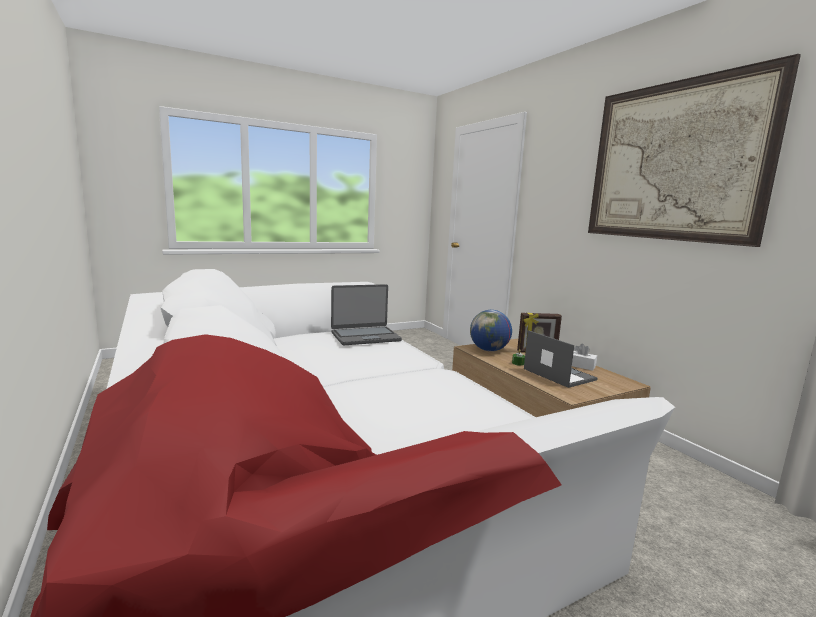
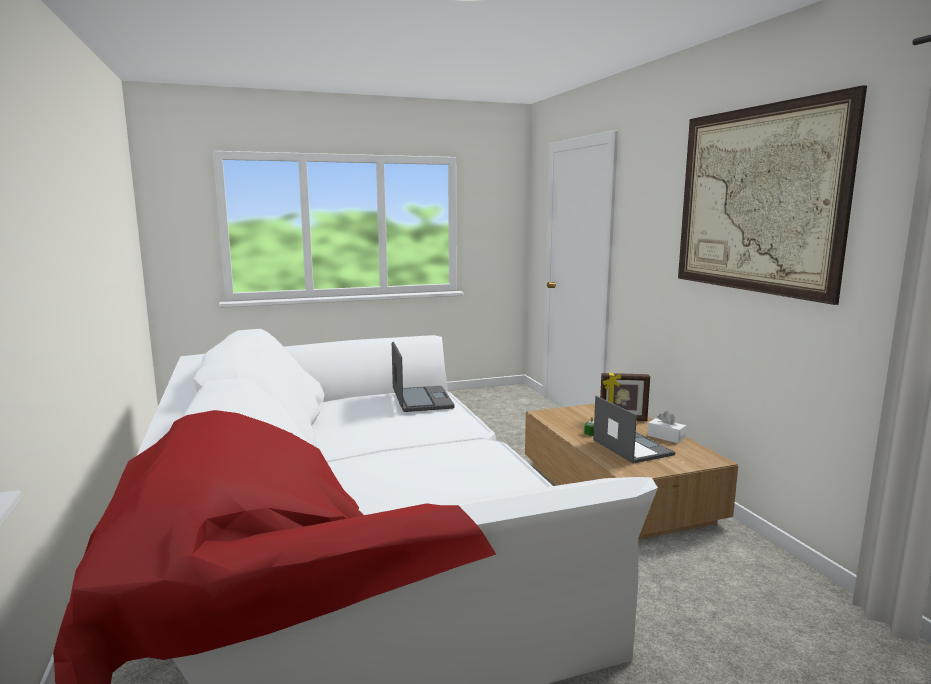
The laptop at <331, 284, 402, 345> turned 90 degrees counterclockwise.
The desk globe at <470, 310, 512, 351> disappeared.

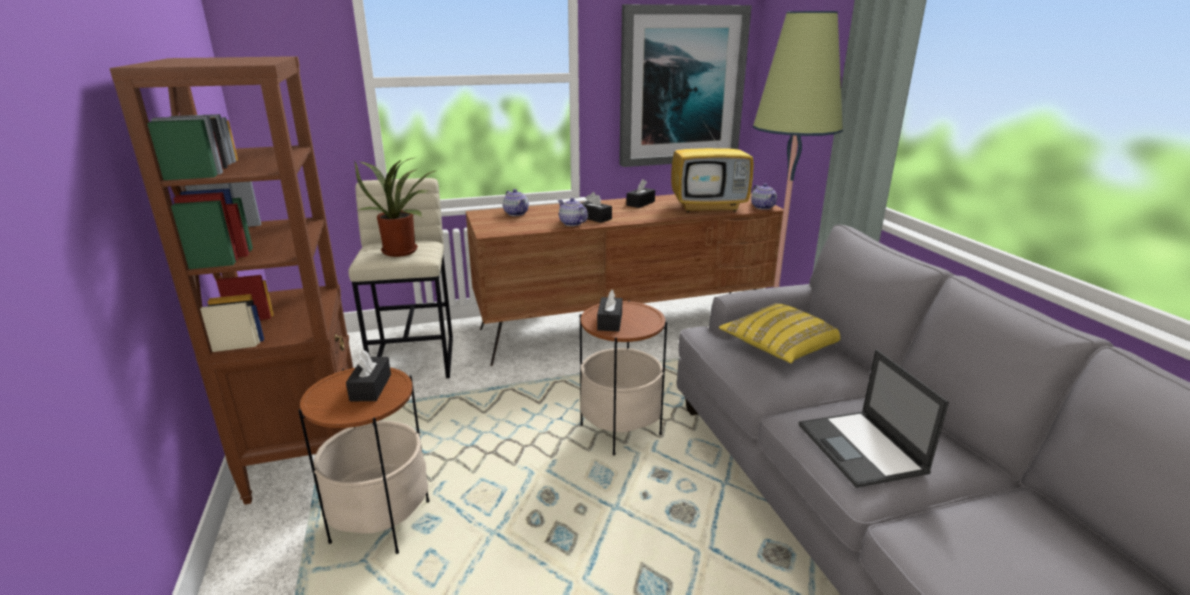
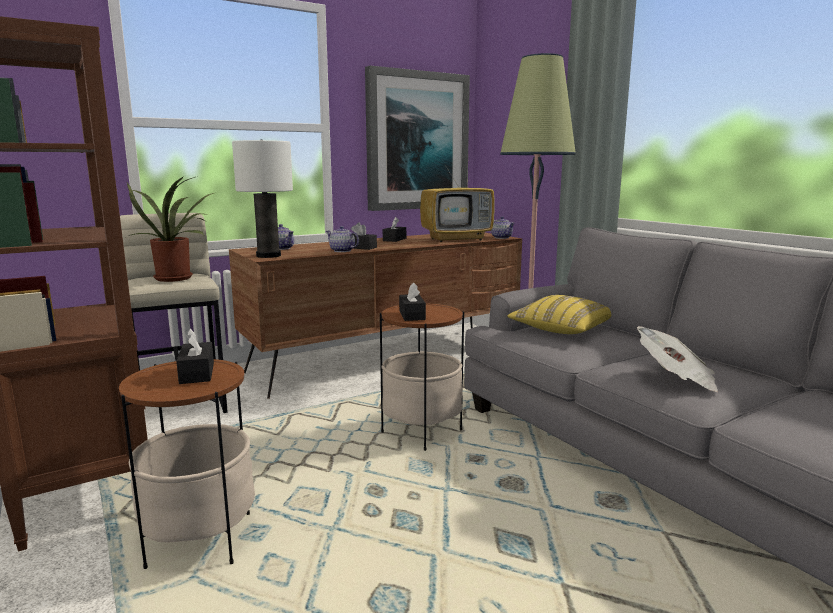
The laptop at <799, 349, 949, 488> was replaced by the daily paper at <637, 326, 718, 392>.
The white table lamp at <232, 140, 293, 258> appeared.

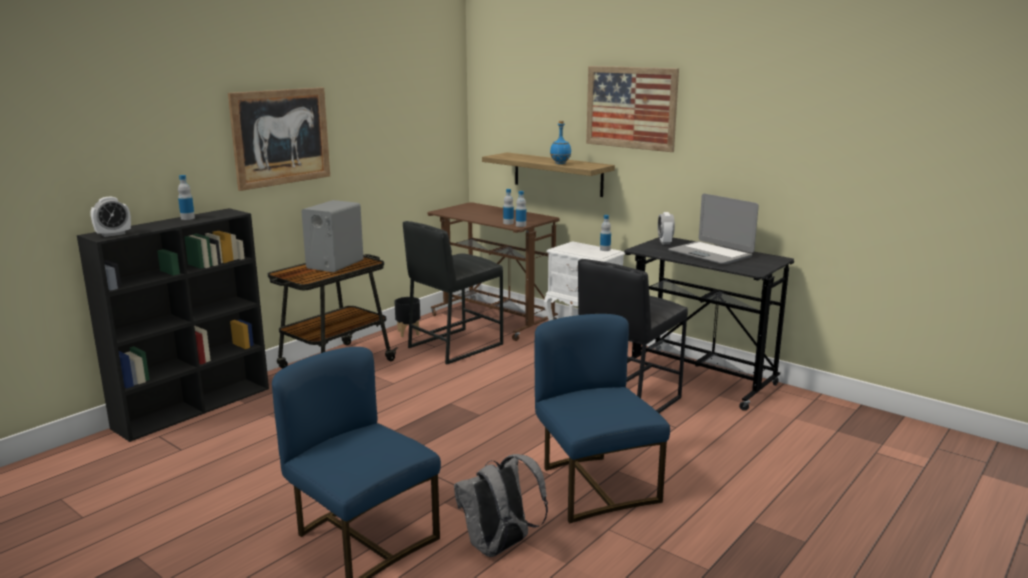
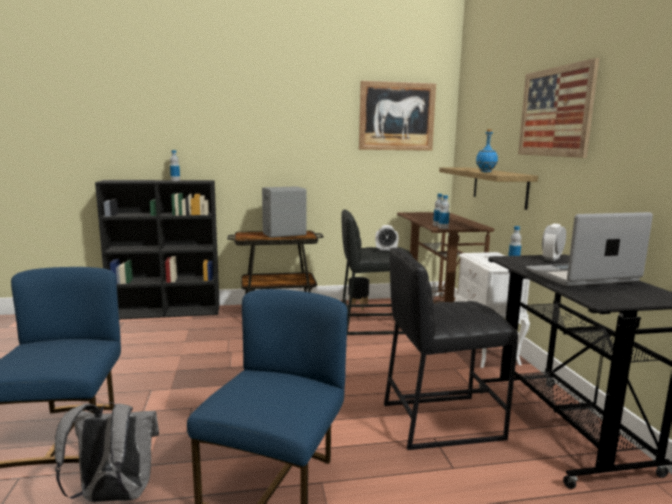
The bedside clock moved from <91, 196, 131, 237> to <375, 225, 399, 251>.
The wall art moved from <228, 87, 330, 191> to <359, 81, 436, 151>.
The laptop at <668, 194, 759, 264> turned 75 degrees clockwise.

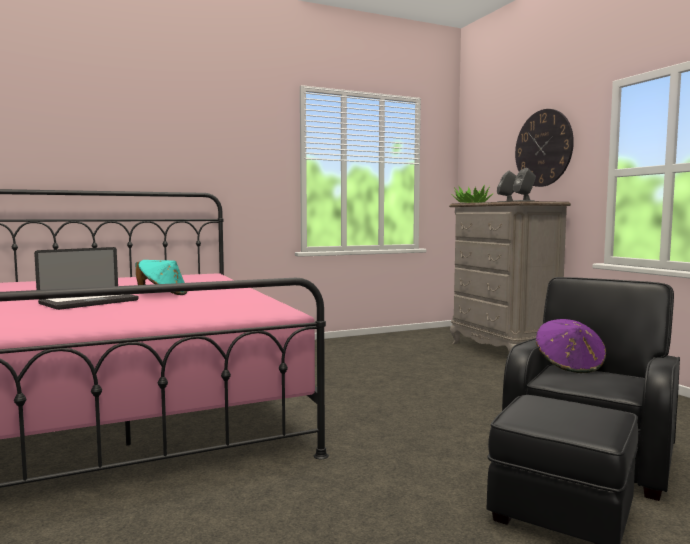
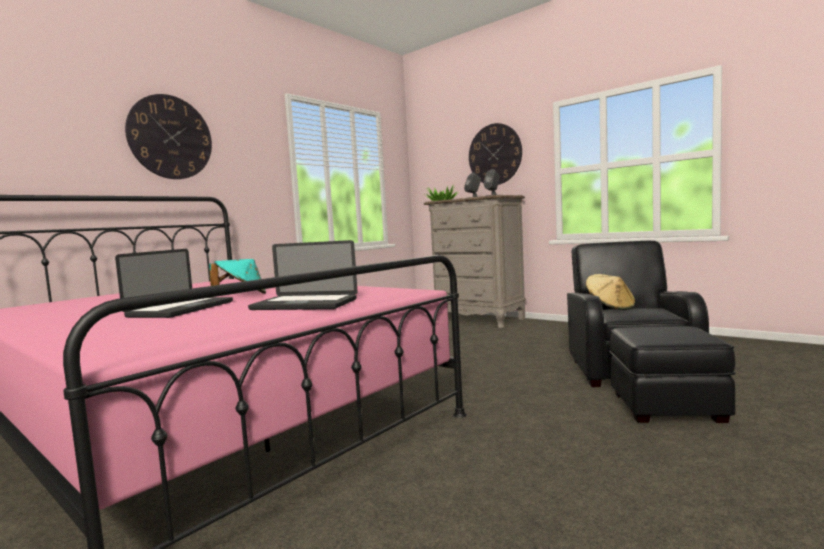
The purplish clothing hat at <536, 319, 606, 373> became the beige-coloured clothing hat at <586, 274, 635, 310>.
The wall clock at <125, 94, 212, 179> appeared.
The laptop at <248, 240, 358, 310> appeared.

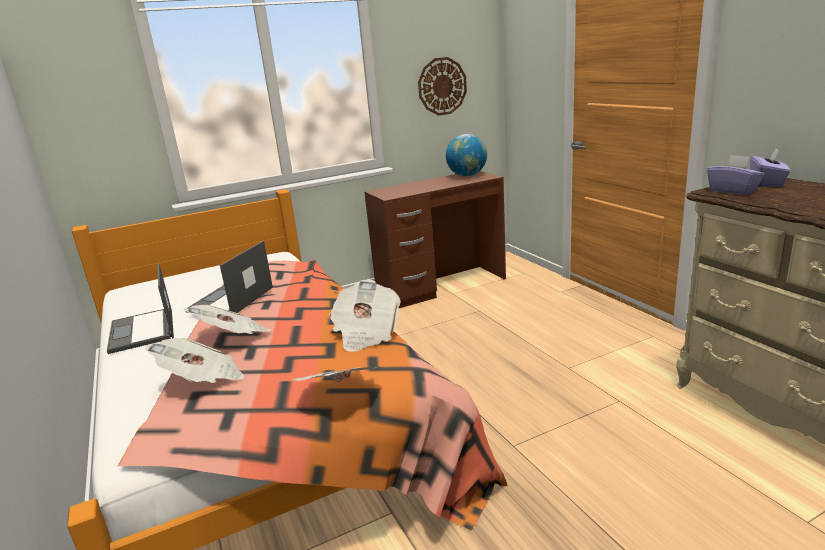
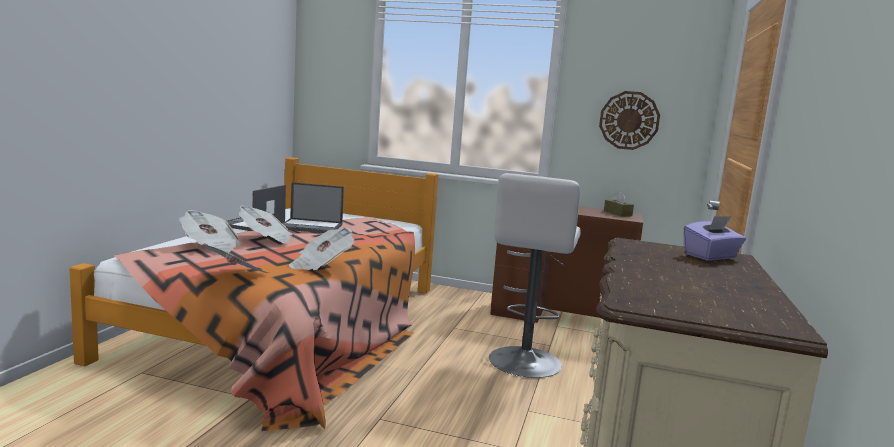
The laptop at <186, 241, 273, 313> turned 150 degrees counterclockwise.
The desk globe at <446, 134, 487, 176> was replaced by the brown box of tissues at <604, 191, 634, 216>.
The purplish box of tissues at <707, 155, 765, 195> disappeared.
The white stool seat at <489, 173, 581, 378> appeared.

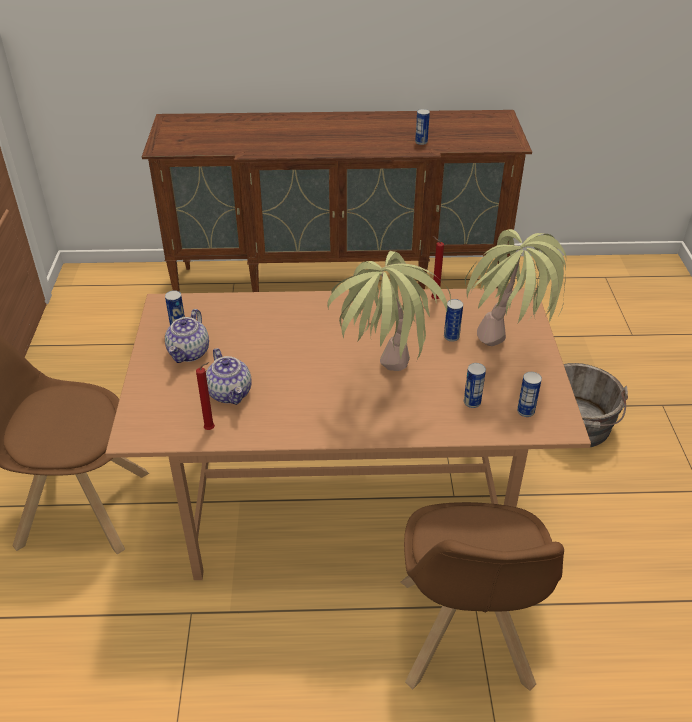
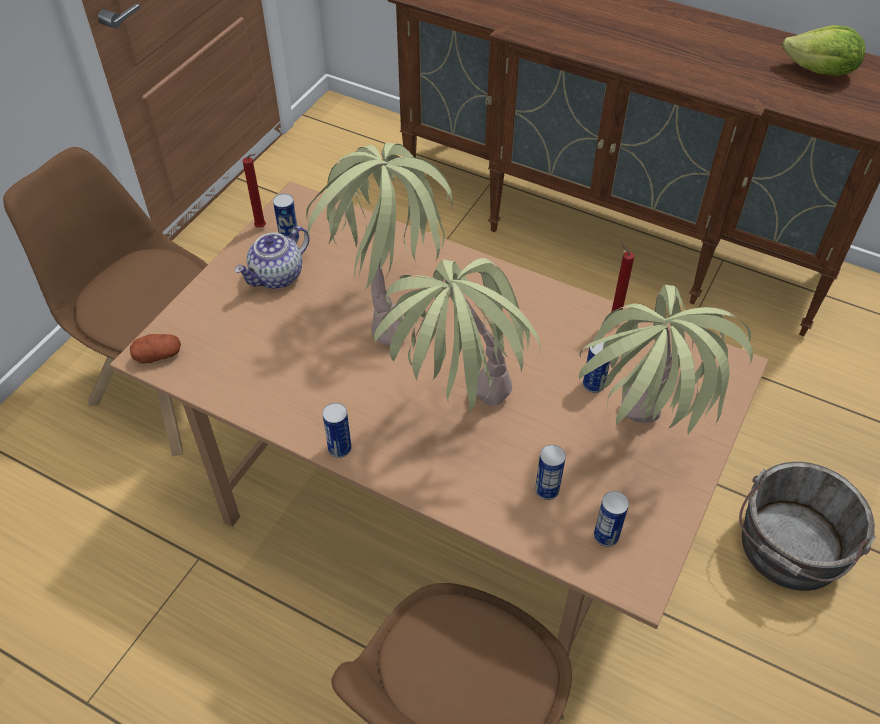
The red wax light moved from <196, 362, 215, 430> to <242, 154, 266, 228>.
The teapot at <206, 348, 252, 405> disappeared.
The sealed can moved from <415, 109, 430, 145> to <322, 403, 352, 458>.
The spud at <130, 334, 181, 364> appeared.
The plant in a pot at <306, 143, 453, 346> appeared.
The lettuce at <783, 25, 866, 76> appeared.

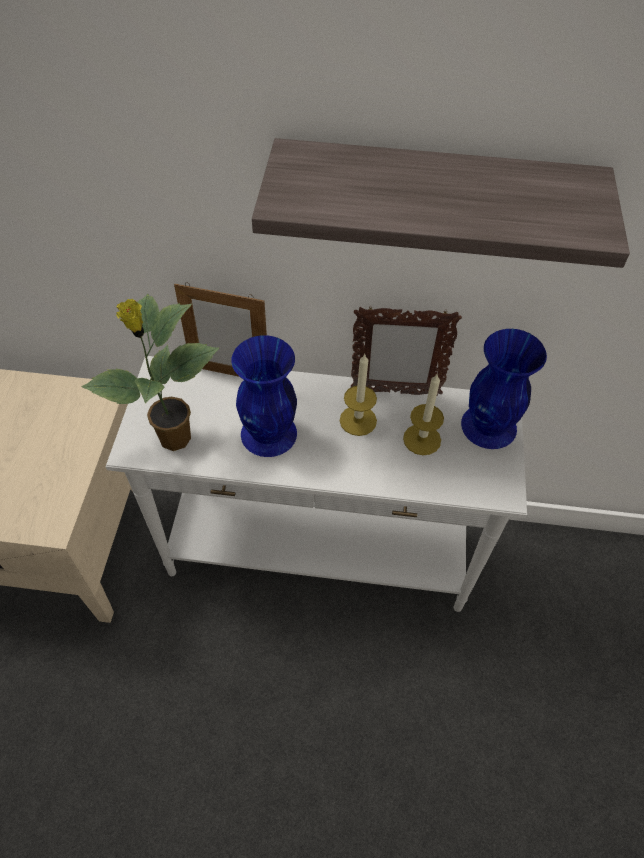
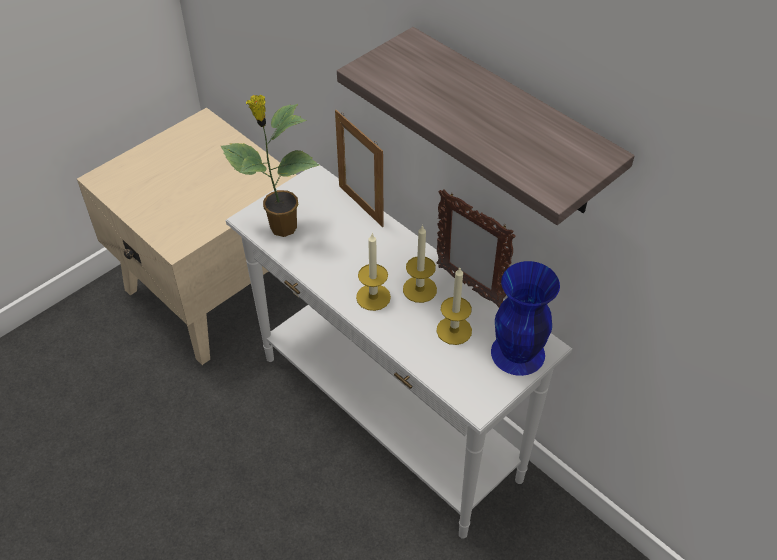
The blue decorative vase at <231, 335, 297, 457> disappeared.
The wax light at <356, 234, 391, 311> appeared.

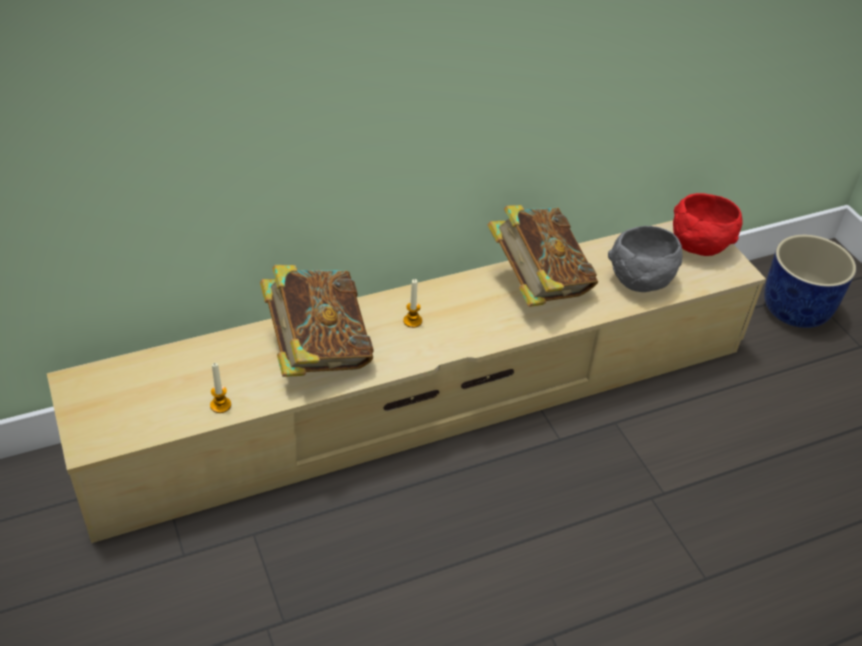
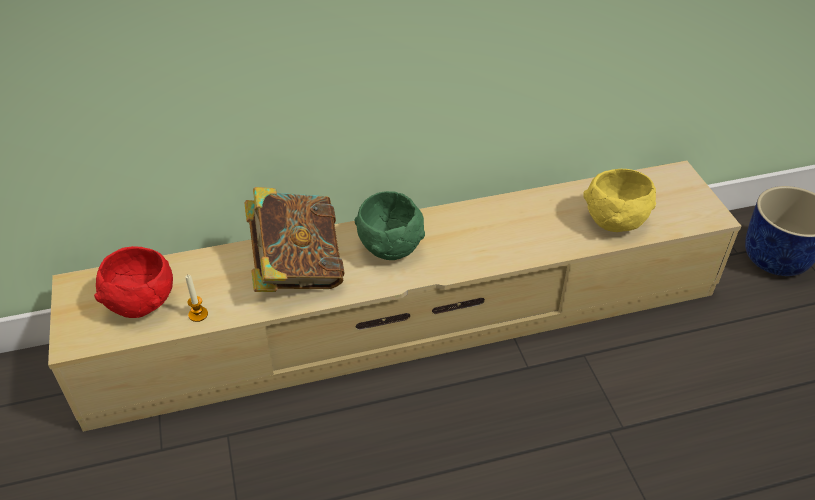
The wax light at <403, 279, 422, 328> was replaced by the green bowl at <354, 191, 425, 260>.
The book at <487, 205, 598, 307> disappeared.
The grey bowl at <608, 226, 683, 292> became the yellow-coloured bowl at <583, 169, 656, 232>.
The red bowl moved from <673, 193, 743, 256> to <94, 246, 173, 318>.

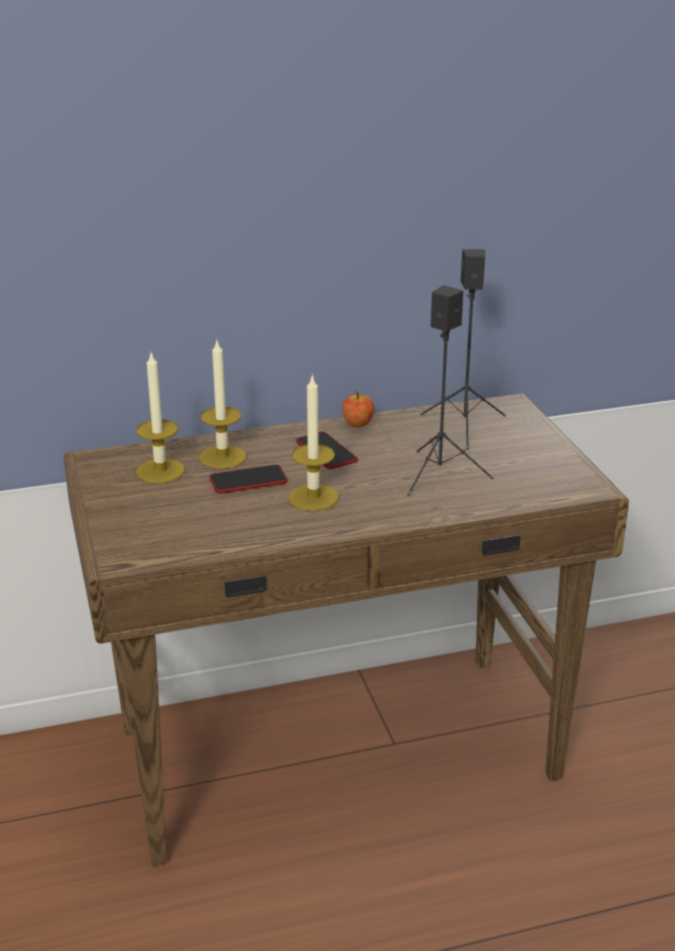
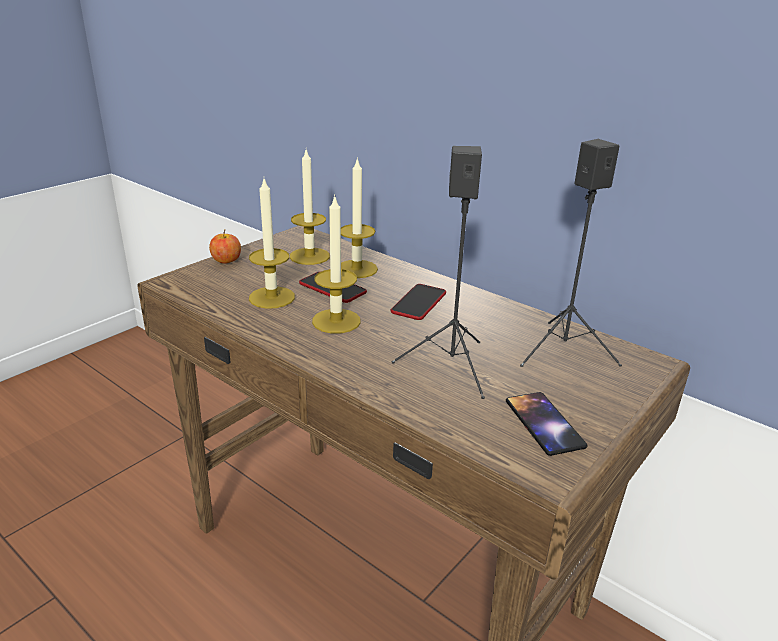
The apple moved from <342, 390, 374, 427> to <209, 230, 241, 264>.
The wax light at <249, 179, 295, 309> appeared.
The handset at <506, 392, 587, 456> appeared.

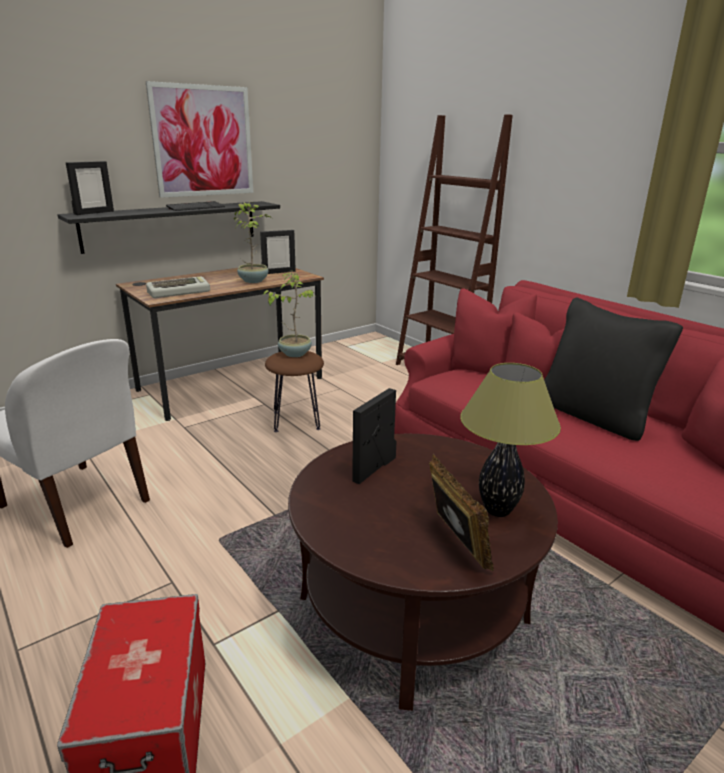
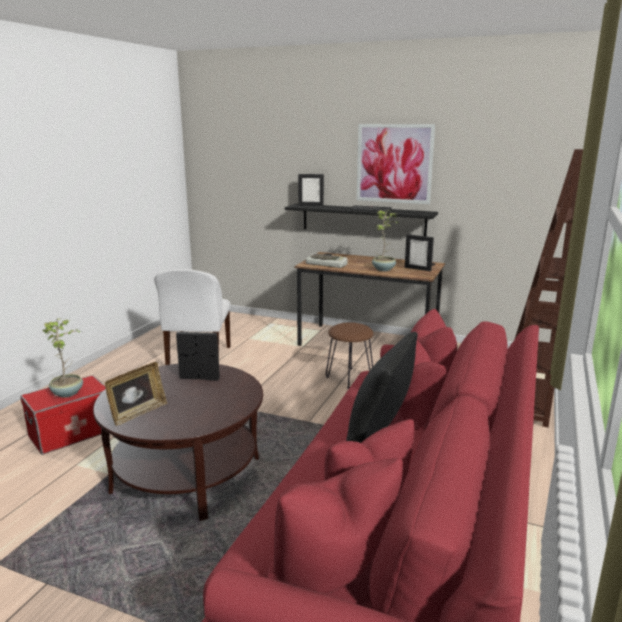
The plant in a pot moved from <262, 272, 314, 357> to <43, 319, 83, 398>.
The table lamp at <460, 363, 561, 517> disappeared.

